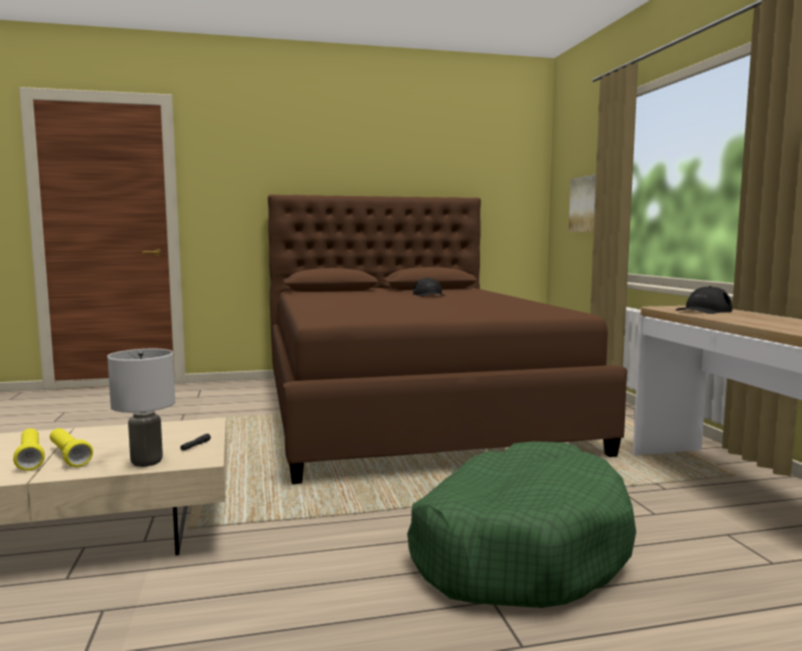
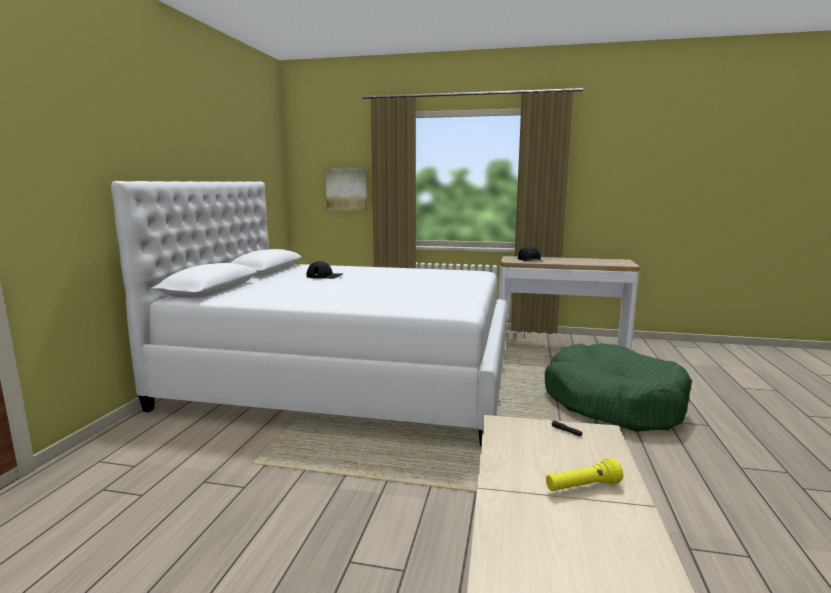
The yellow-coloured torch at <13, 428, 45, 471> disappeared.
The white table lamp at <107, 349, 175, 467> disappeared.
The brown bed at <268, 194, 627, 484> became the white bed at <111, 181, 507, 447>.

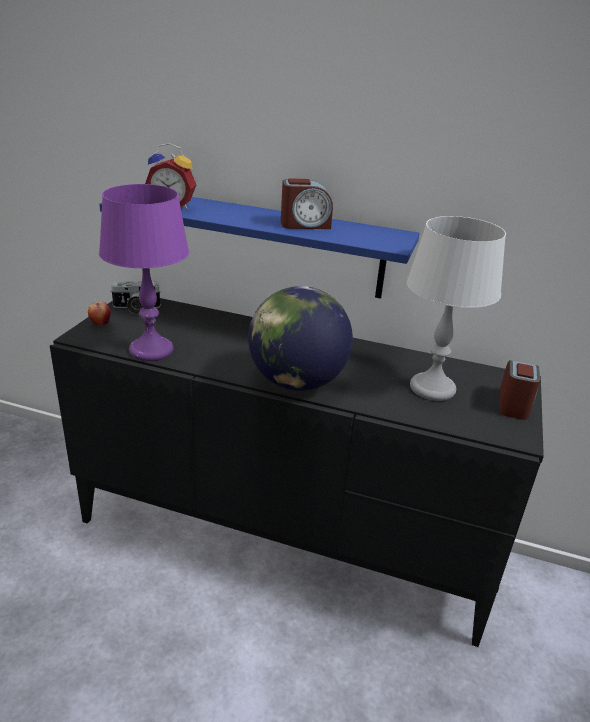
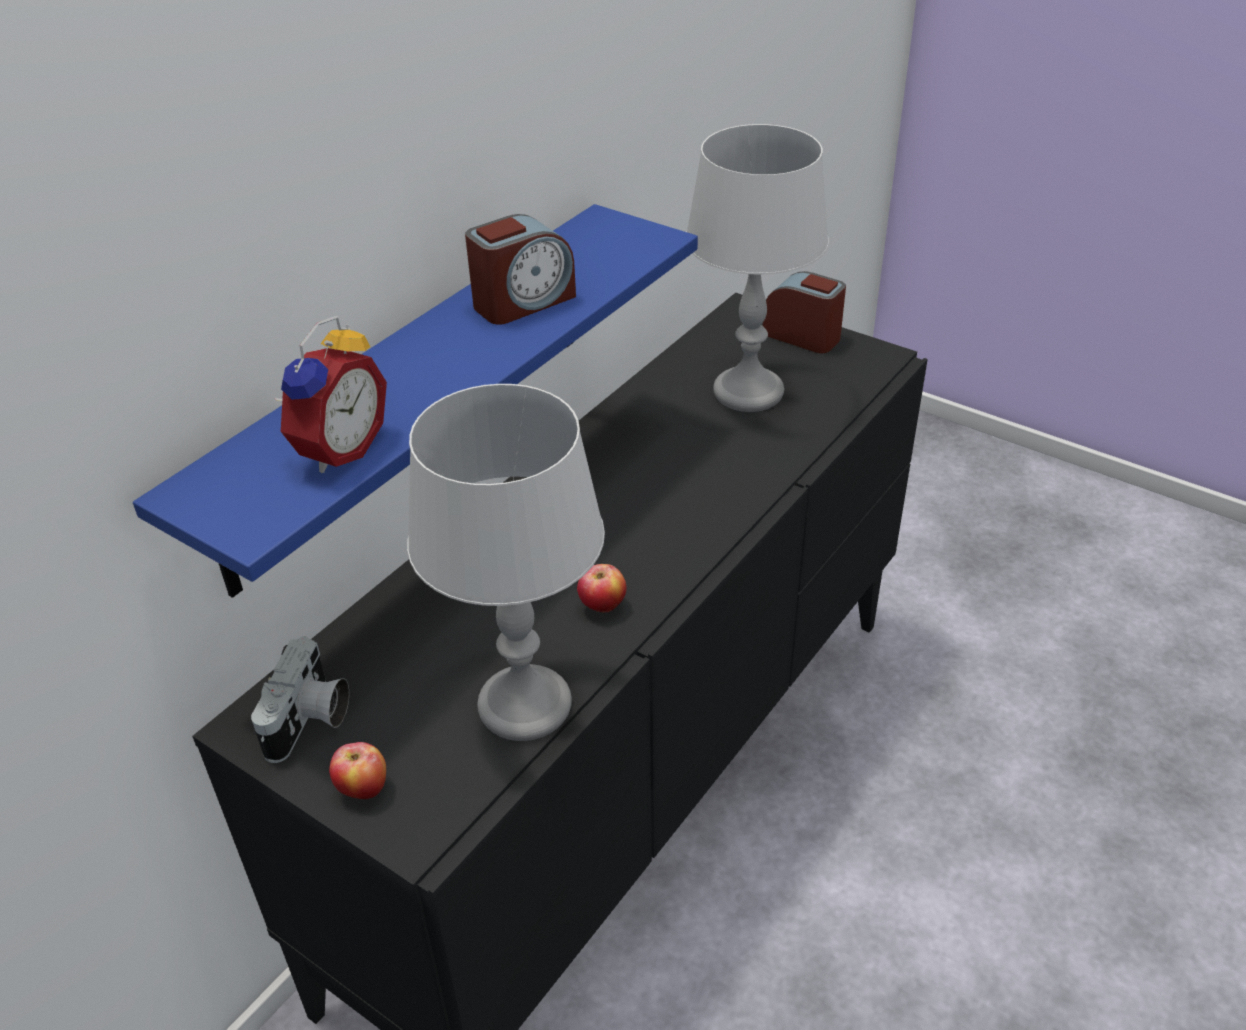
The purplish table lamp at <99, 184, 189, 361> became the grey table lamp at <407, 384, 605, 741>.
The desk globe at <248, 286, 353, 391> disappeared.
The bedside clock at <281, 178, 333, 229> turned 45 degrees clockwise.
The apple at <577, 564, 626, 612> appeared.

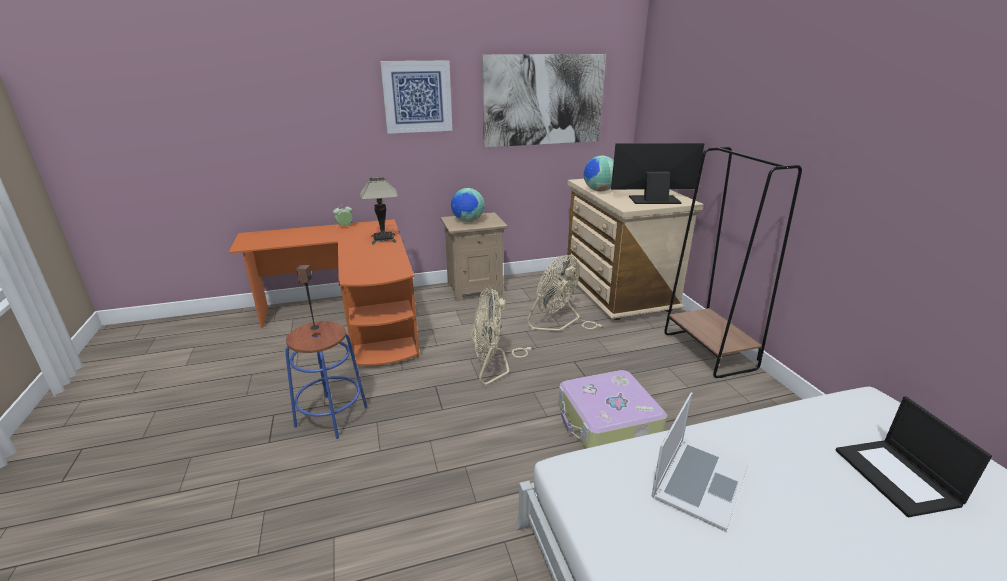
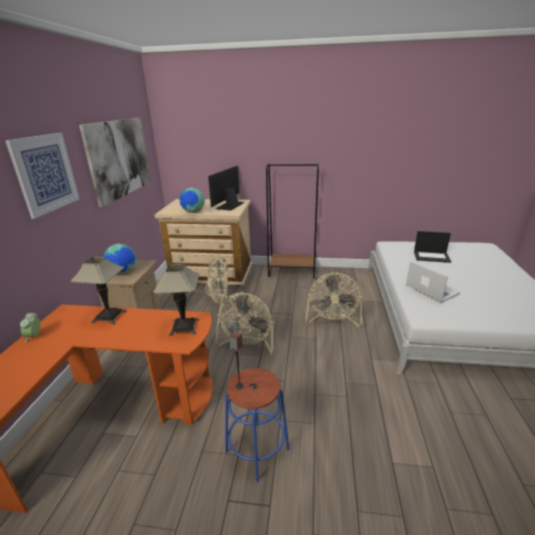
The travel case at <558, 370, 667, 449> was replaced by the beige-coloured cooling fan at <306, 273, 363, 328>.
The table lamp at <153, 264, 199, 336> appeared.

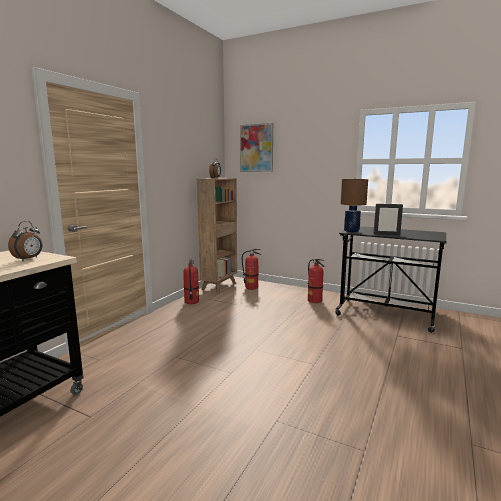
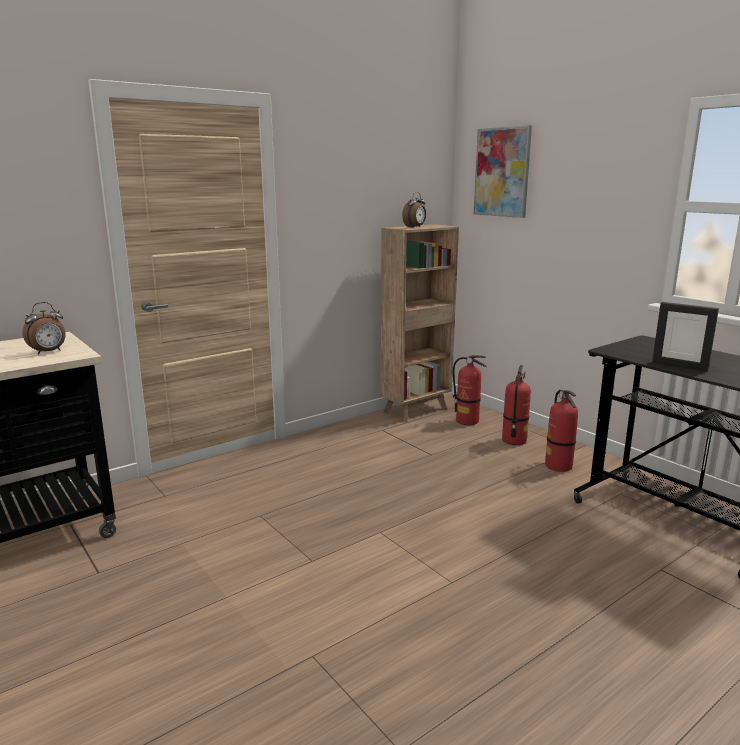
The fire-fighting cylinder moved from <183, 257, 199, 304> to <502, 365, 531, 445>.
The brown table lamp at <341, 179, 368, 232> disappeared.

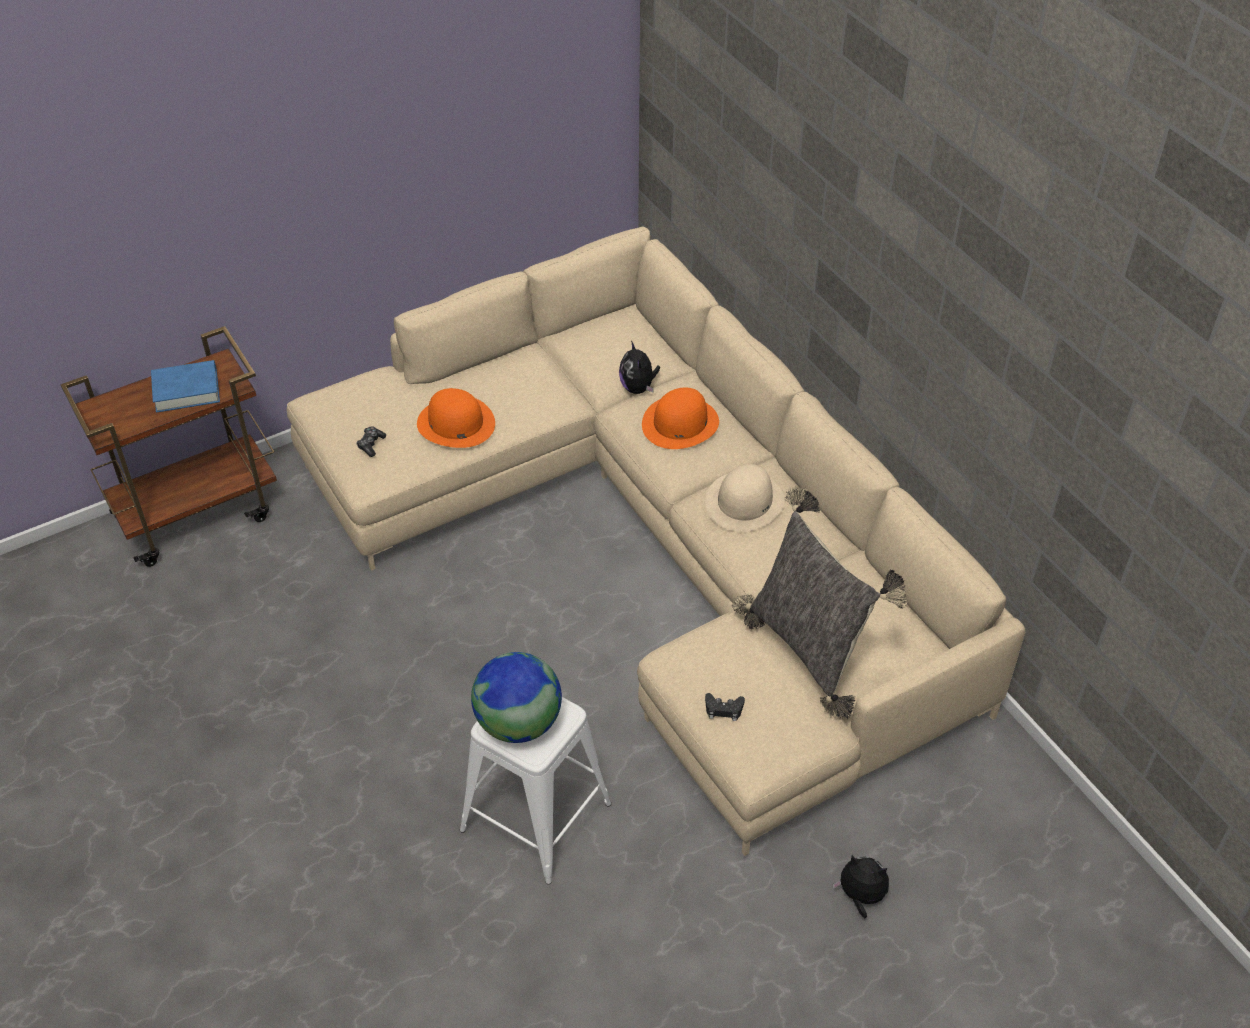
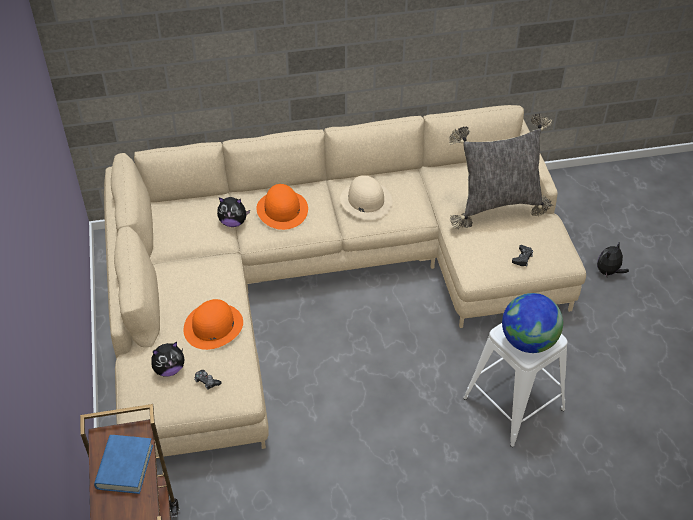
The plush toy at <151, 342, 185, 377> appeared.

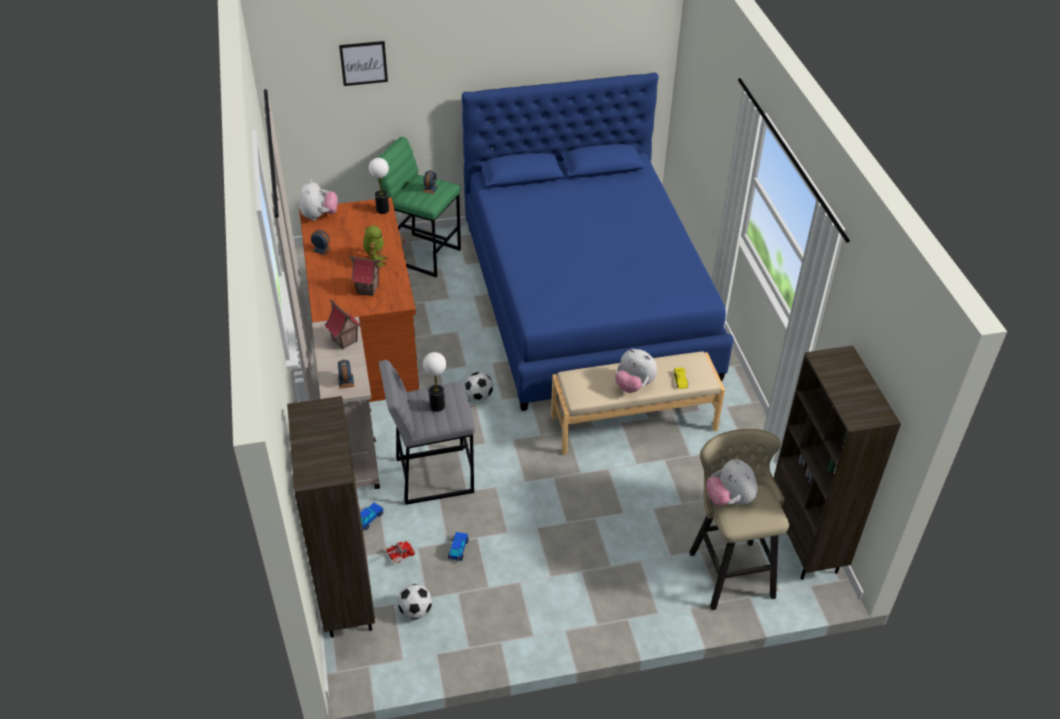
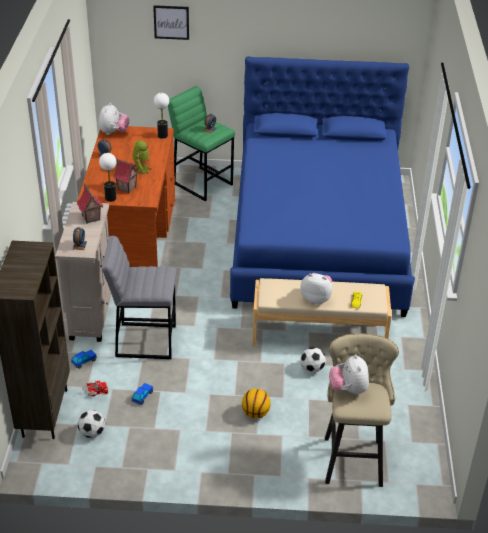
The table lamp moved from <423, 352, 446, 412> to <99, 153, 117, 202>.
The ball for football moved from <464, 372, 493, 401> to <300, 347, 326, 373>.
The plush toy at <615, 349, 657, 393> turned 150 degrees clockwise.
The brown bookshelf at <774, 345, 901, 580> disappeared.
The ball for basketball at <242, 389, 271, 418> appeared.

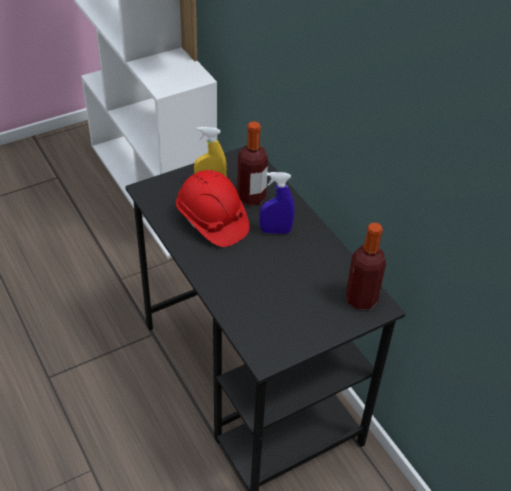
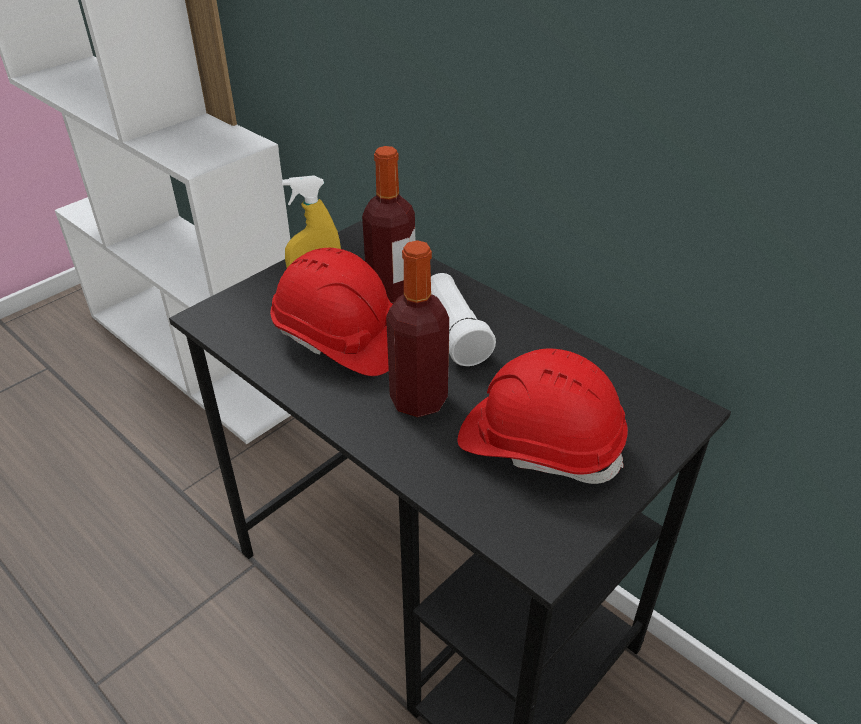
The blue spray bottle at <260, 172, 295, 234> was replaced by the white torch at <431, 273, 496, 366>.
The drink bottle moved from <346, 223, 386, 310> to <386, 240, 449, 417>.
The red work helmet at <458, 348, 628, 484> appeared.

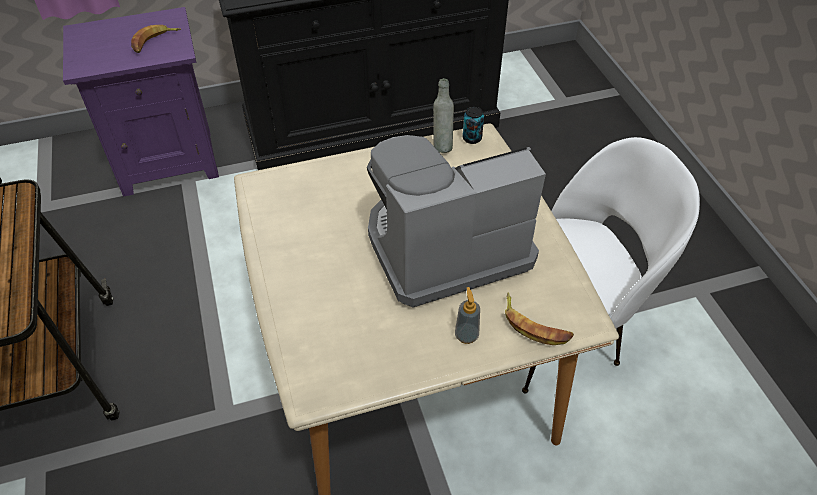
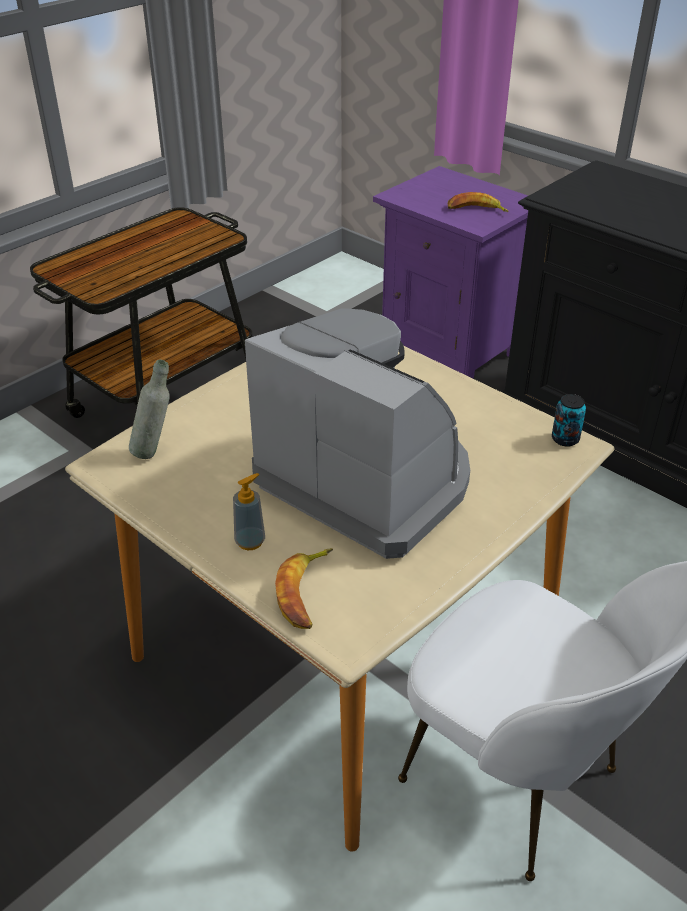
The grey drink bottle moved from <433, 78, 454, 153> to <129, 360, 170, 459>.

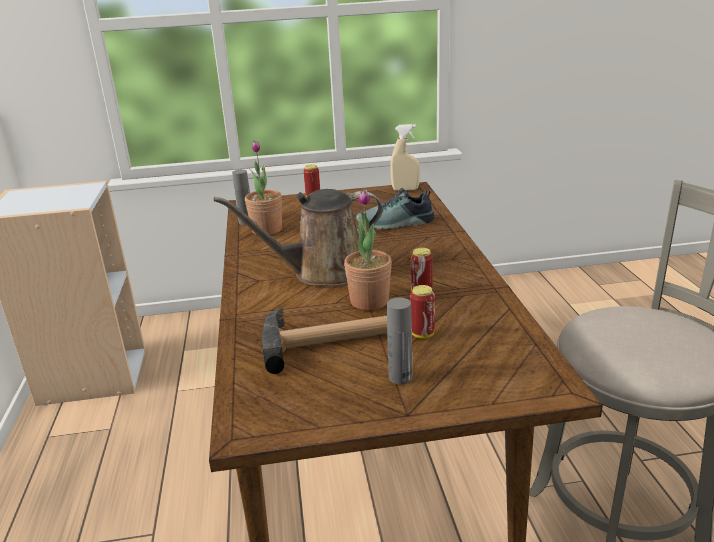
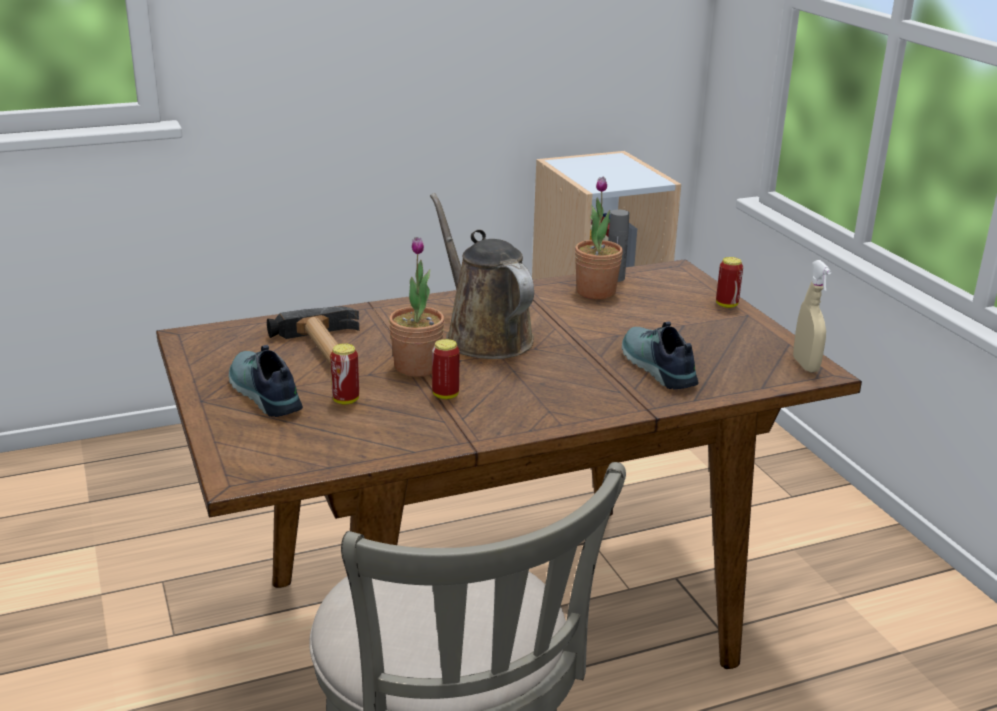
The grey drink bottle at <387, 297, 412, 384> was replaced by the item of footwear at <229, 345, 303, 417>.

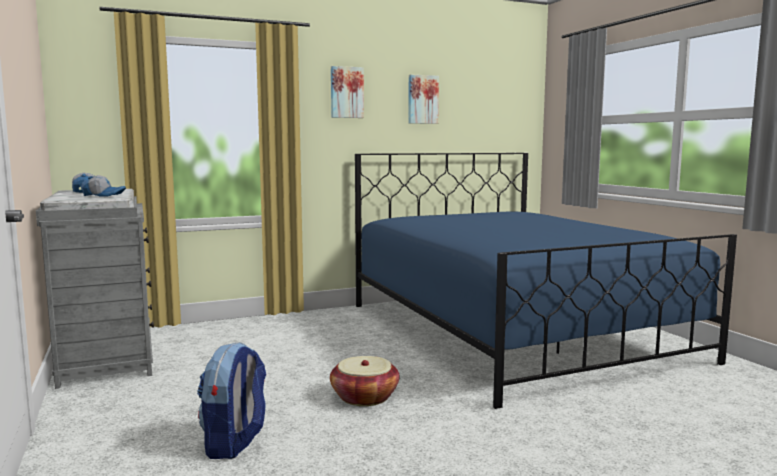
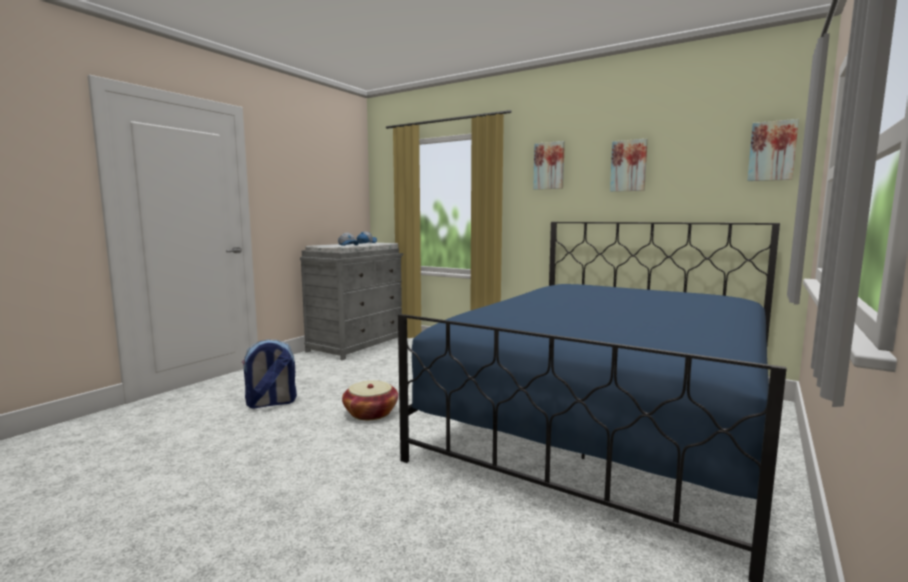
The wall art at <747, 119, 799, 181> appeared.

